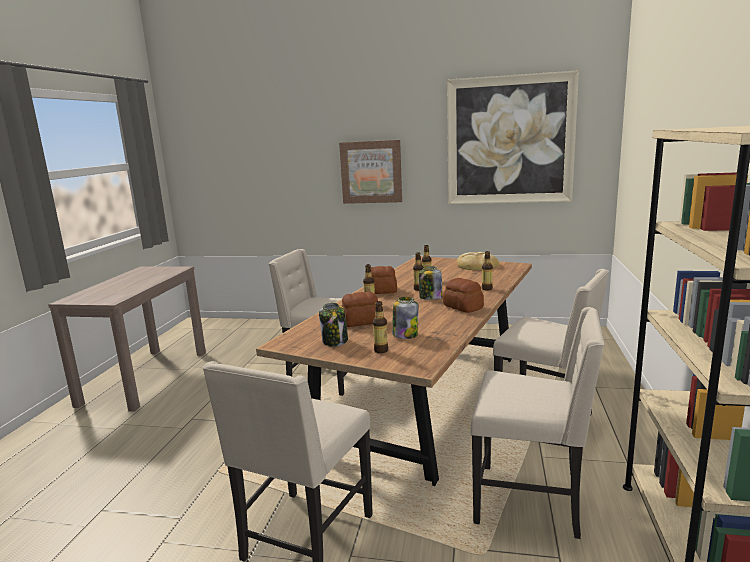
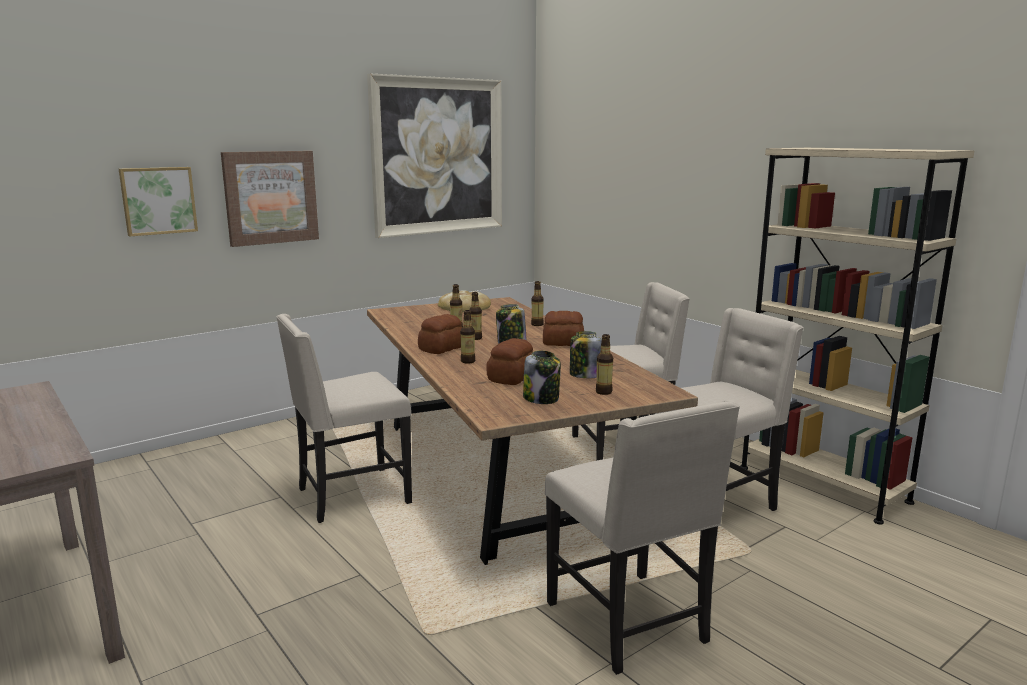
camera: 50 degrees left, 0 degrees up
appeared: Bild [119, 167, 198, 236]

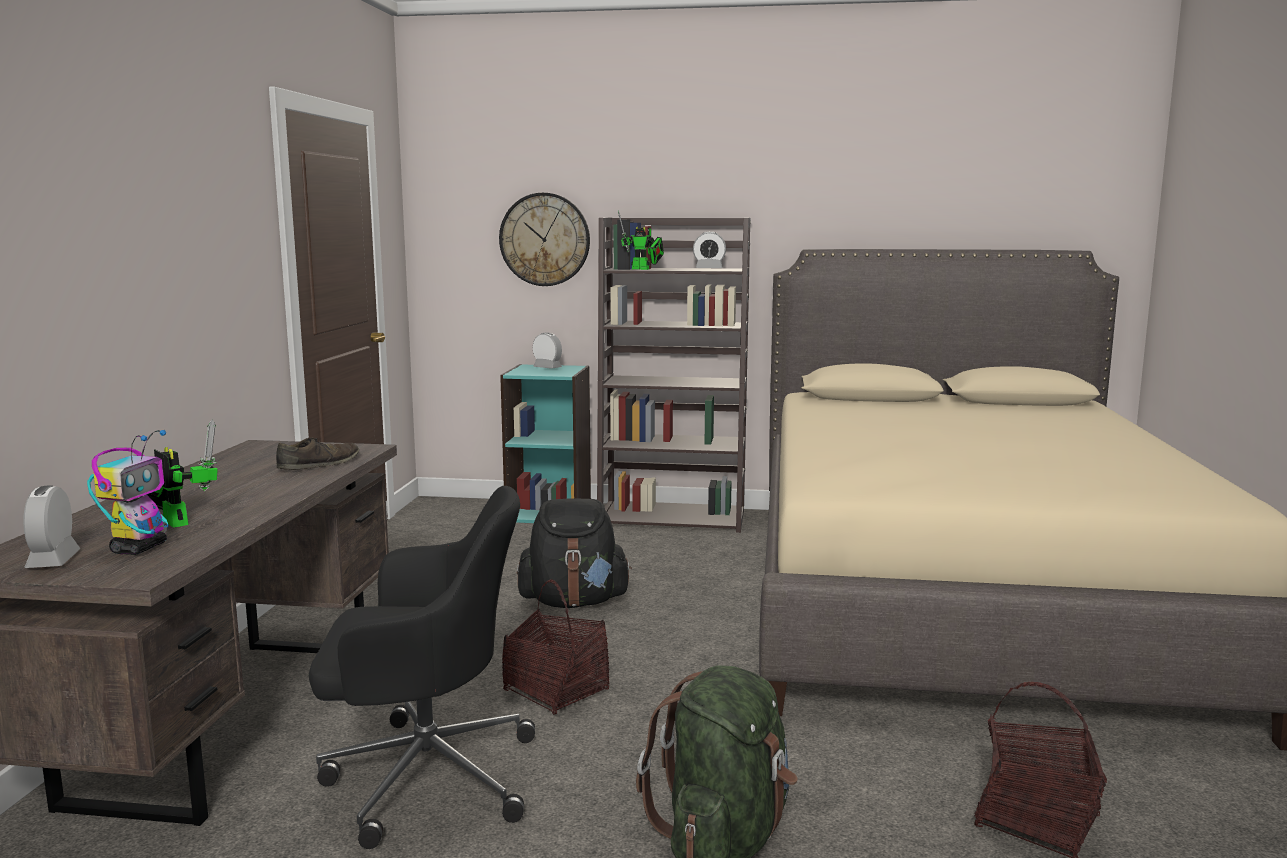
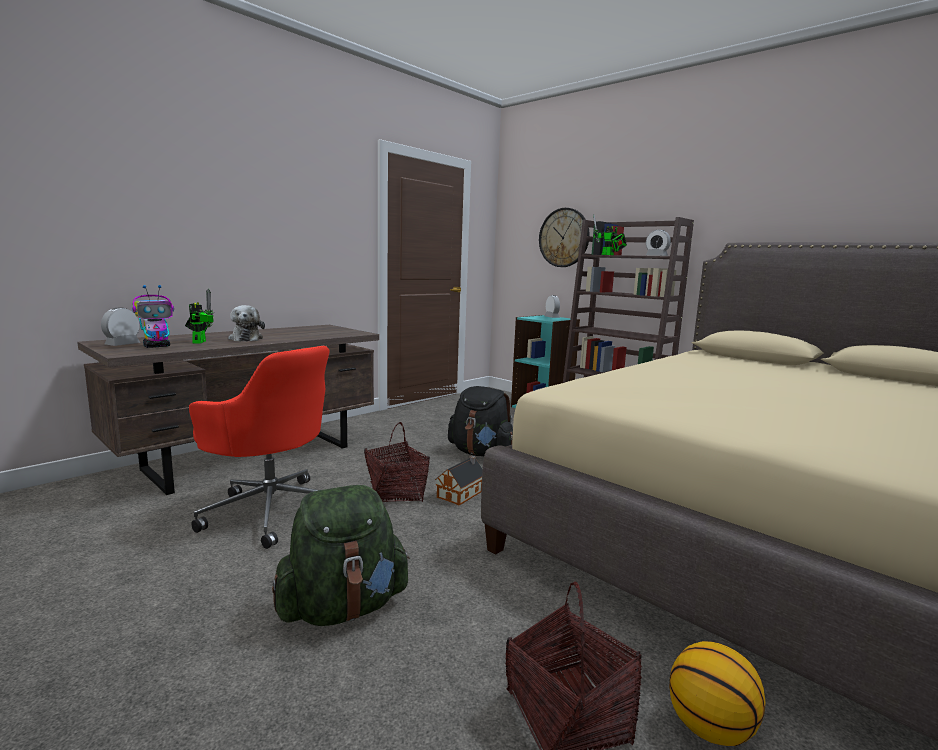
camera: 35 degrees right, 0 degrees up
missing: Schuh [braun] [276, 437, 359, 470]
appeared: Plüschtier [228, 305, 265, 342]; Spielzeughaus [435, 456, 483, 505]; Basketball [669, 641, 765, 746]
colour: Bürostuhl [schwarz] [309, 486, 535, 849] to Bürostuhl [rot] [189, 346, 329, 549]

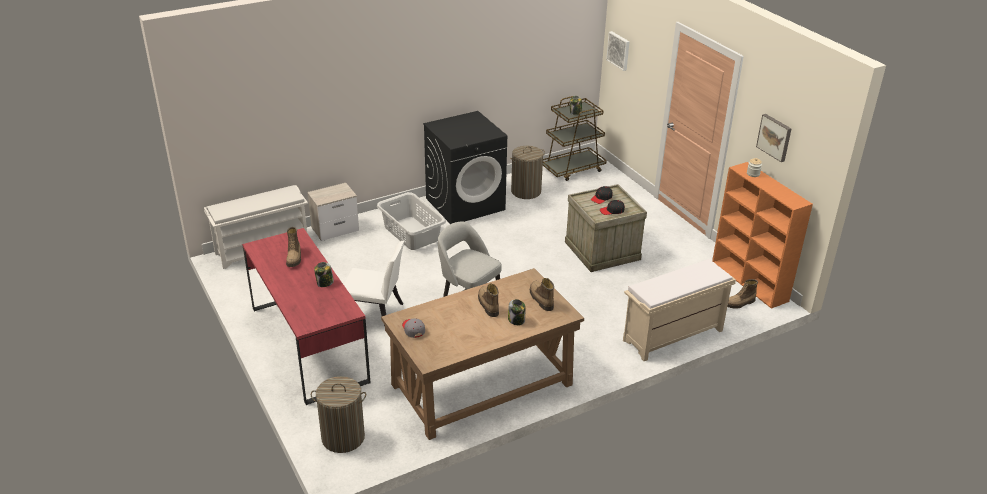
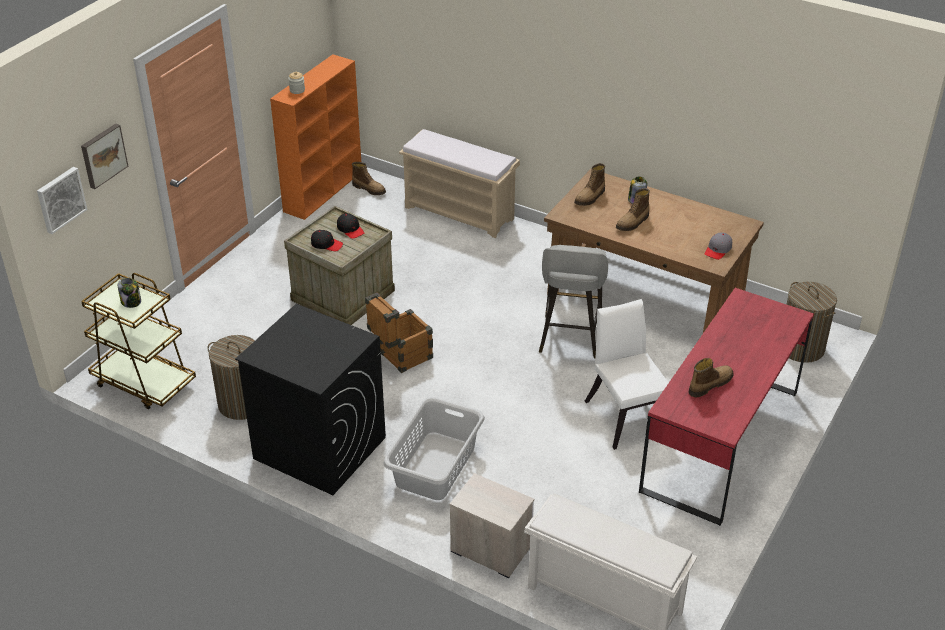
camera: 120 degrees left, 5 degrees up
missing: Vorratsglas [314, 262, 334, 287]
appeared: Kiste [365, 293, 433, 373]
relocated: Bild [756, 114, 792, 162] to [81, 124, 128, 189]

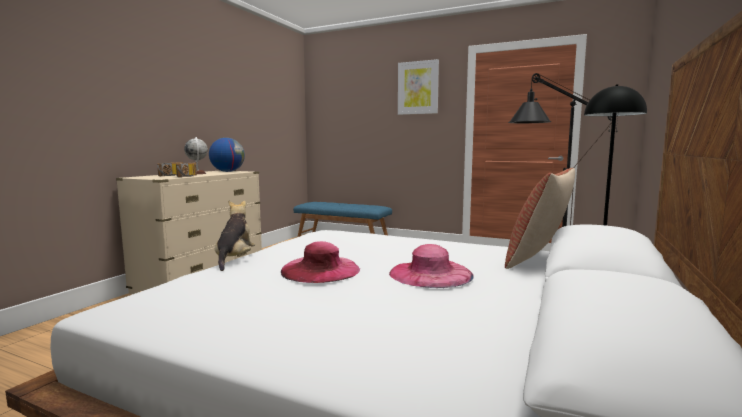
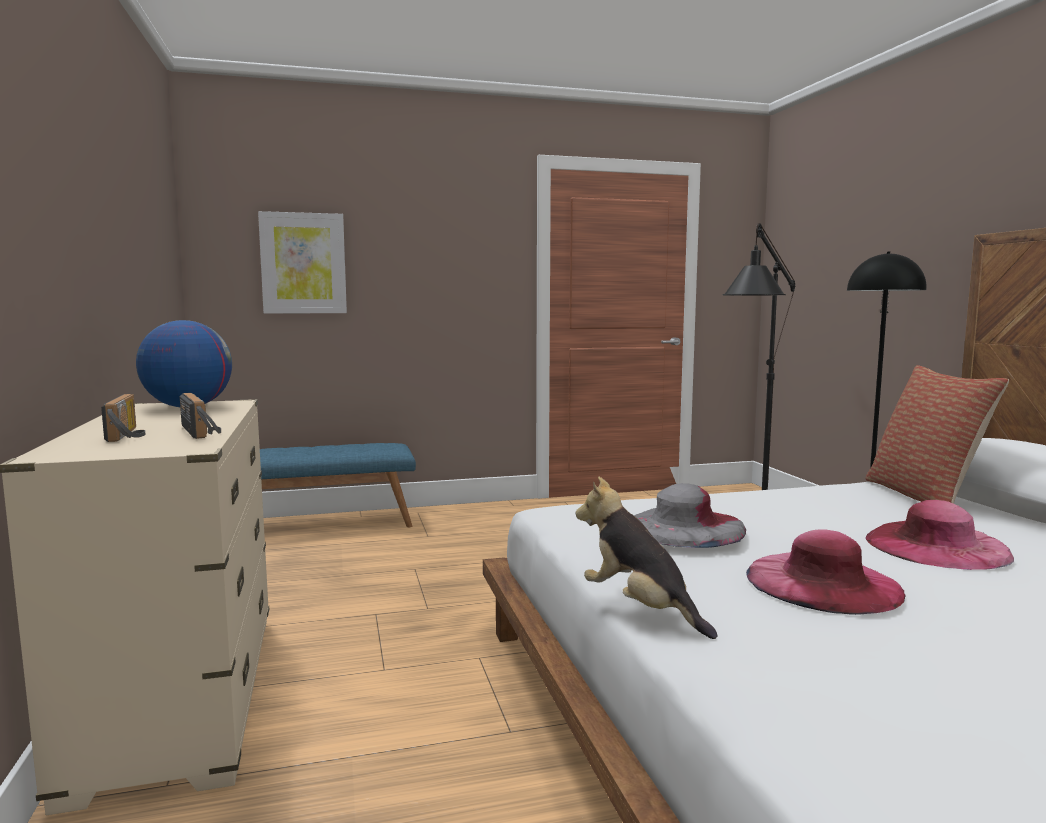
camera: 40 degrees left, 0 degrees up
missing: Globus [184, 137, 208, 174]
appeared: Hut [grau] [634, 483, 746, 548]
relocated: Bild [398, 59, 439, 115] to [258, 211, 347, 314]

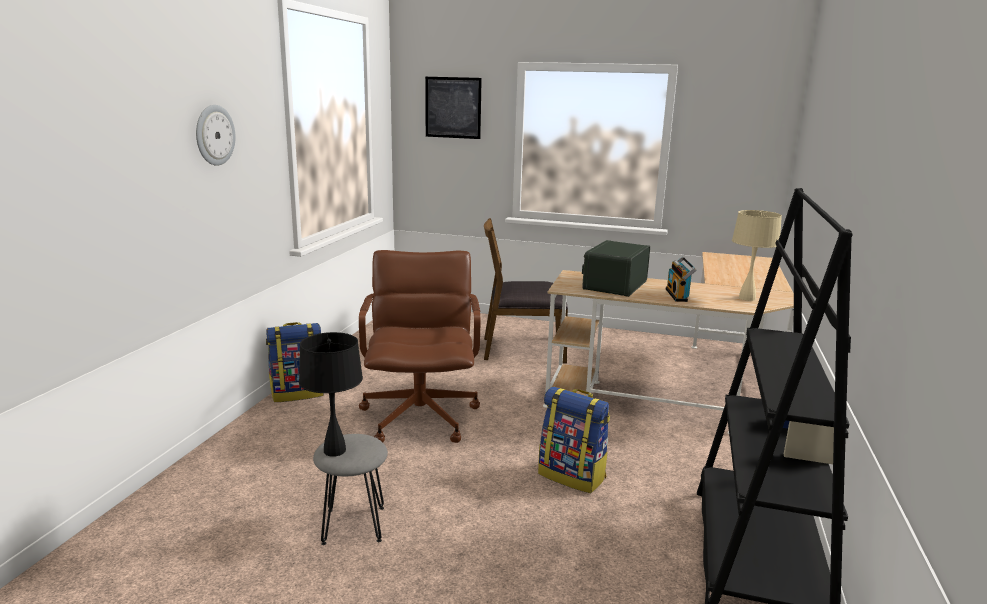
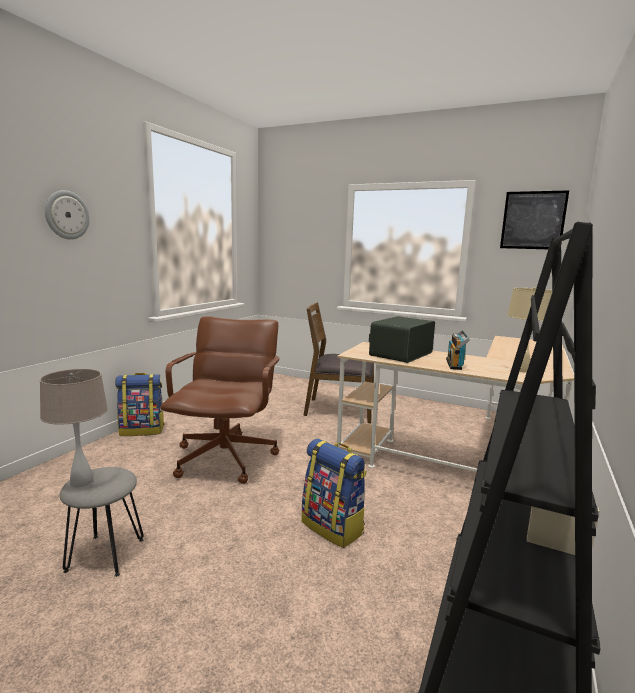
camera: 10 degrees right, 5 degrees down
relocated: Bild [425, 77, 482, 139] to [500, 190, 569, 249]
colour: Tischlampe [schwarz] [299, 332, 363, 457] to Tischlampe [beige] [39, 369, 108, 487]

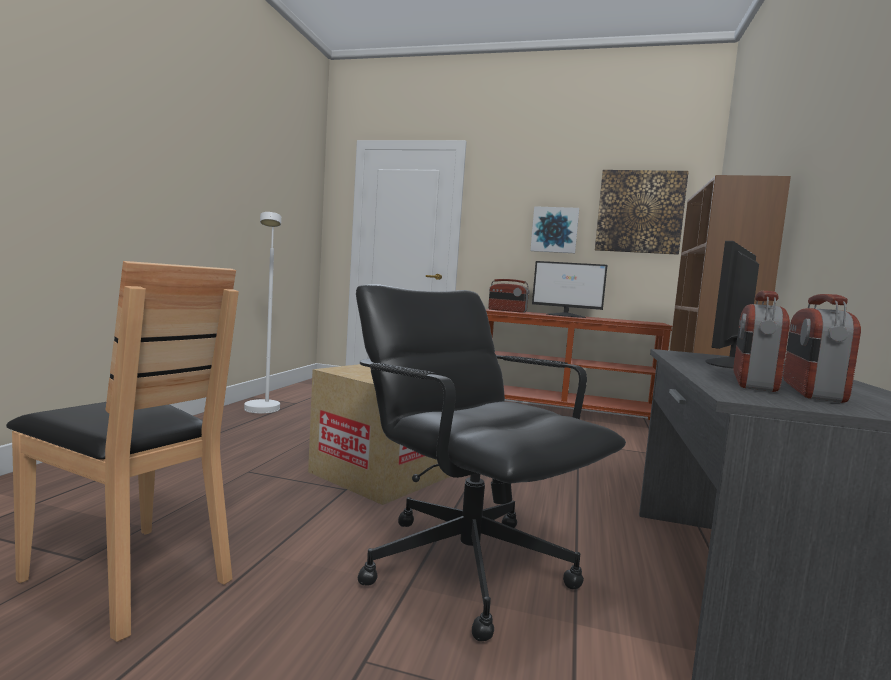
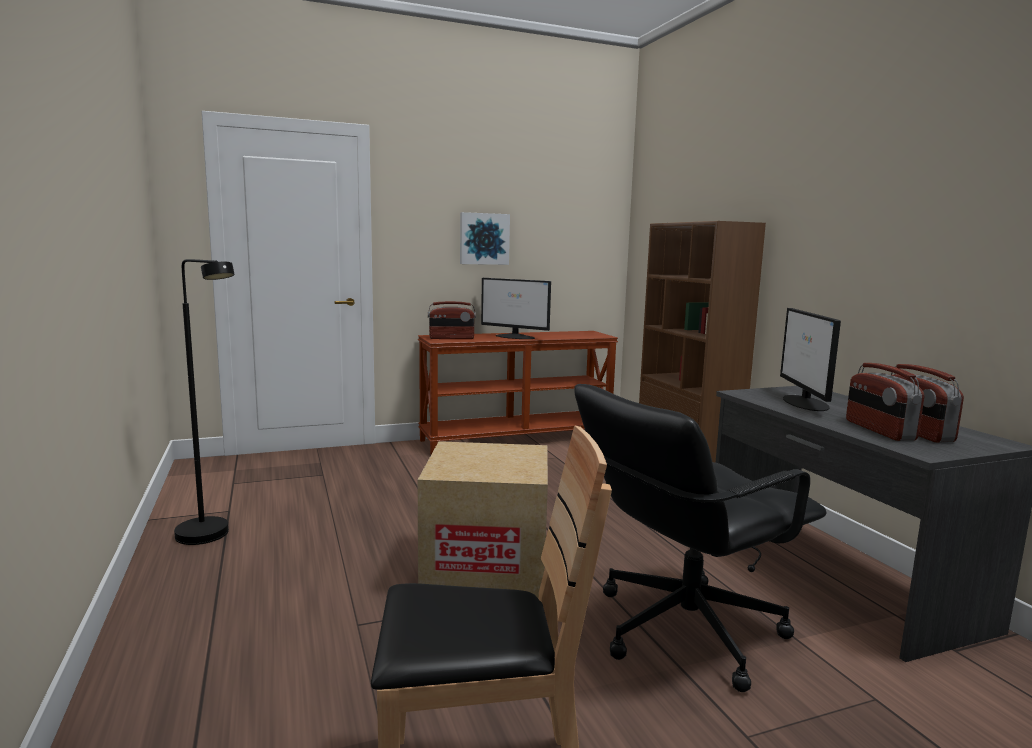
camera: 35 degrees left, 5 degrees up
missing: Bild [595, 170, 689, 255]
colour: Stehlampe [weiß] [244, 212, 281, 413] to Stehlampe [schwarz] [174, 259, 235, 545]
spun: Monitor [532, 261, 607, 318] = [481, 278, 551, 339] 45 degrees clockwise; Bürostuhl [schwarz] [356, 284, 626, 641] = [574, 384, 827, 692] 45 degrees counterclockwise

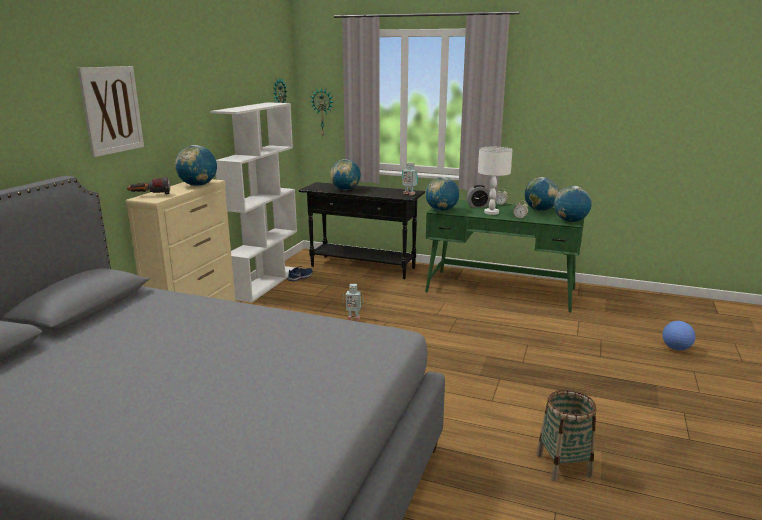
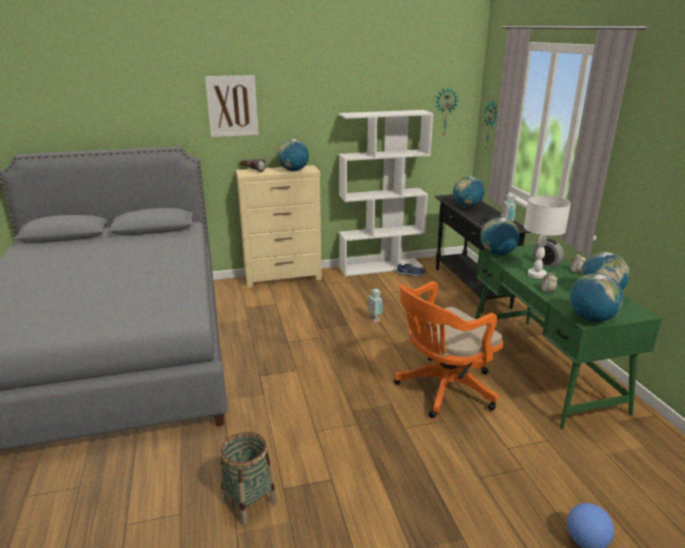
camera: 55 degrees right, 5 degrees up
appeared: Bürostuhl [orange] [394, 281, 504, 418]

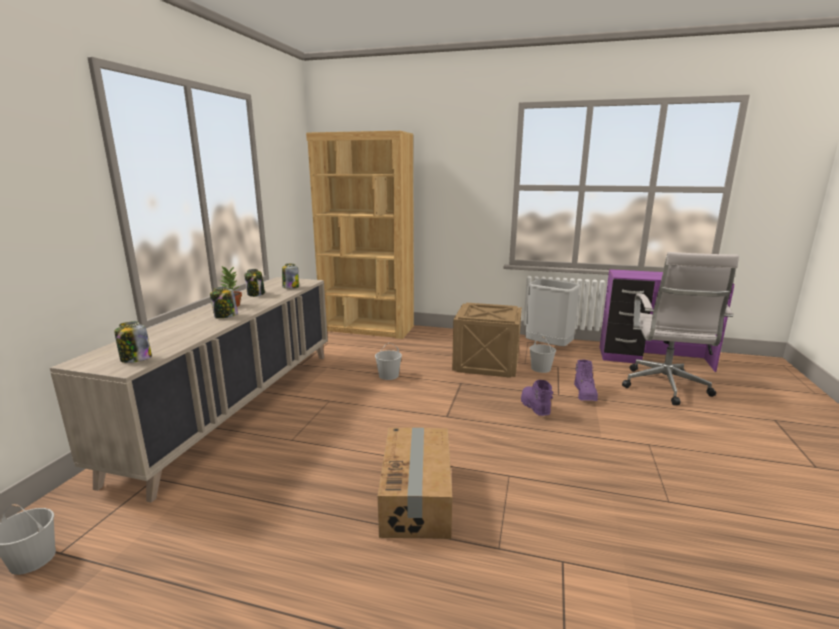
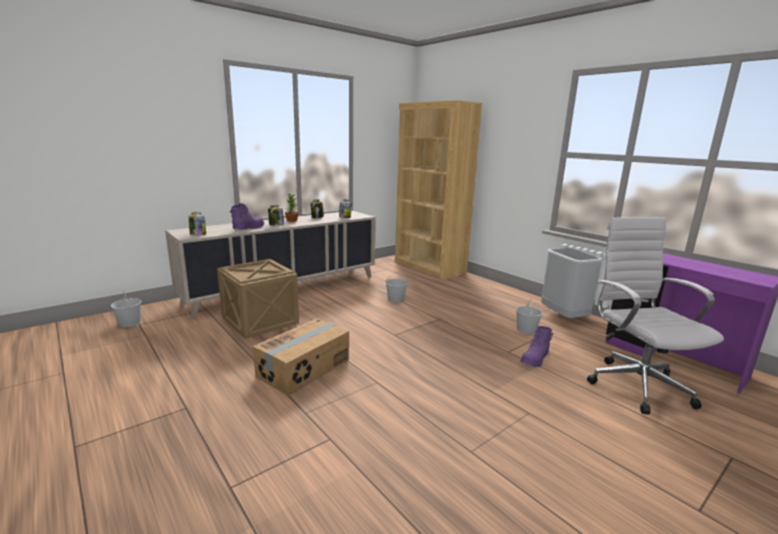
camera: 35 degrees right, 0 degrees up
relocated: Kiste [452, 303, 522, 378] to [217, 259, 299, 339]; Stiefel [lila] [521, 380, 553, 416] to [230, 203, 264, 230]
spun: Bürostuhl [weiß] [622, 252, 739, 405] = [587, 217, 724, 414] 120 degrees clockwise

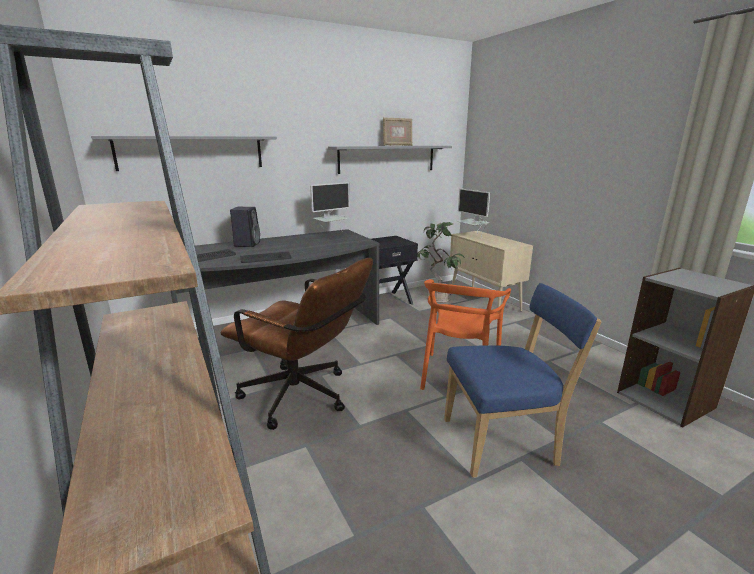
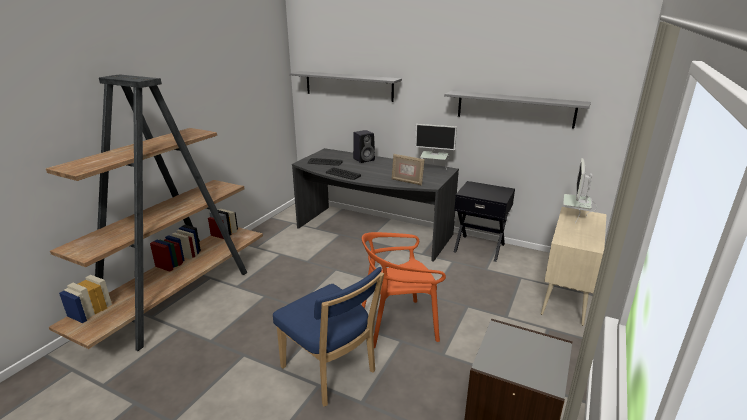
camera: 55 degrees right, 5 degrees up
missing: Topfpflanze [417, 222, 465, 303]; Bürostuhl [braun] [220, 258, 373, 430]
relocated: Bilderrahmen [383, 117, 412, 146] to [391, 154, 425, 186]

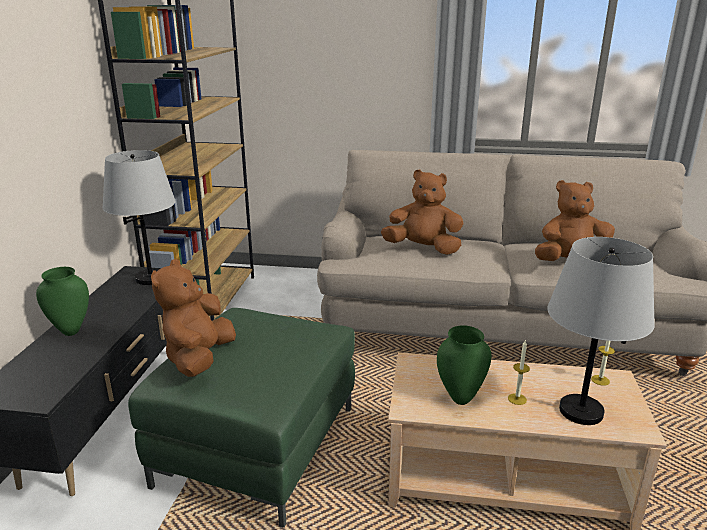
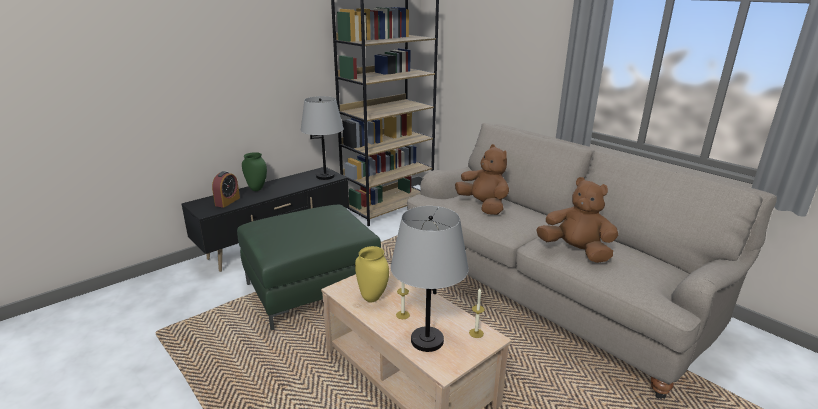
camera: 40 degrees right, 0 degrees up
missing: Plüschtier [braun] [151, 259, 236, 377]
appeared: Wecker [212, 171, 240, 208]
colour: Vase [grün] [437, 325, 491, 405] to Vase [gelb] [355, 246, 389, 303]

